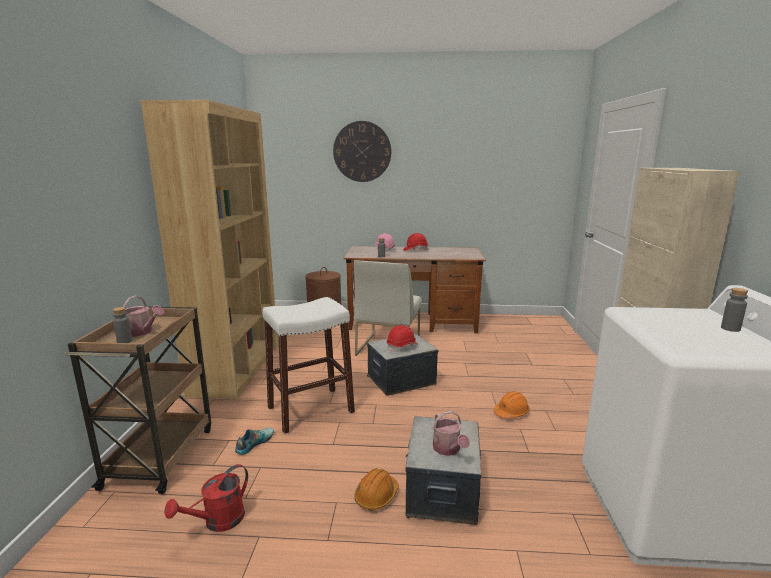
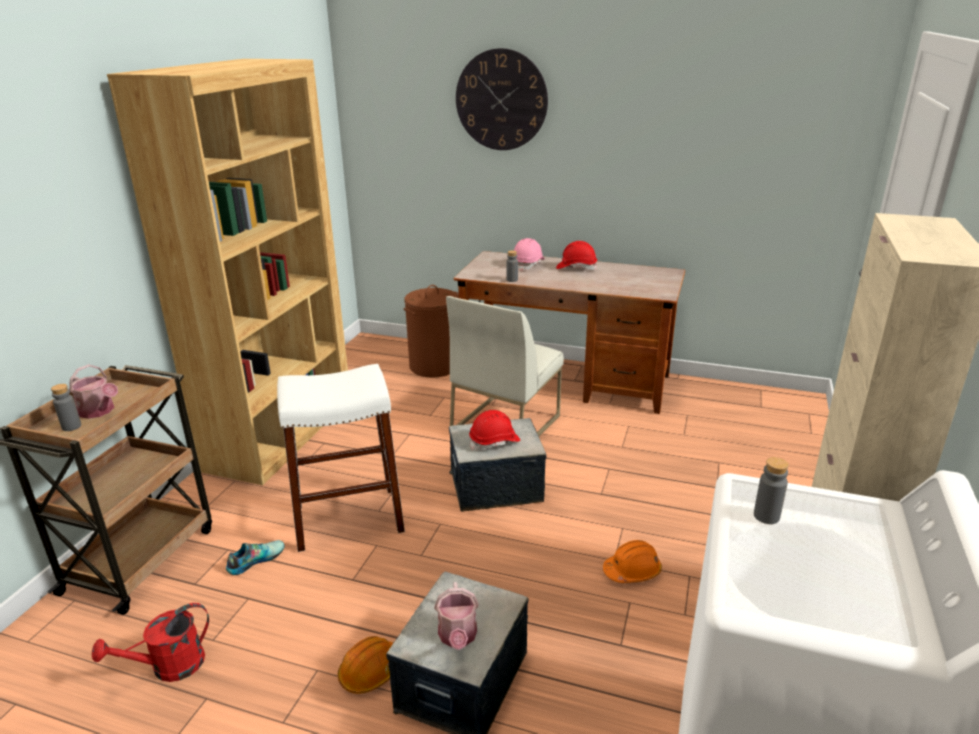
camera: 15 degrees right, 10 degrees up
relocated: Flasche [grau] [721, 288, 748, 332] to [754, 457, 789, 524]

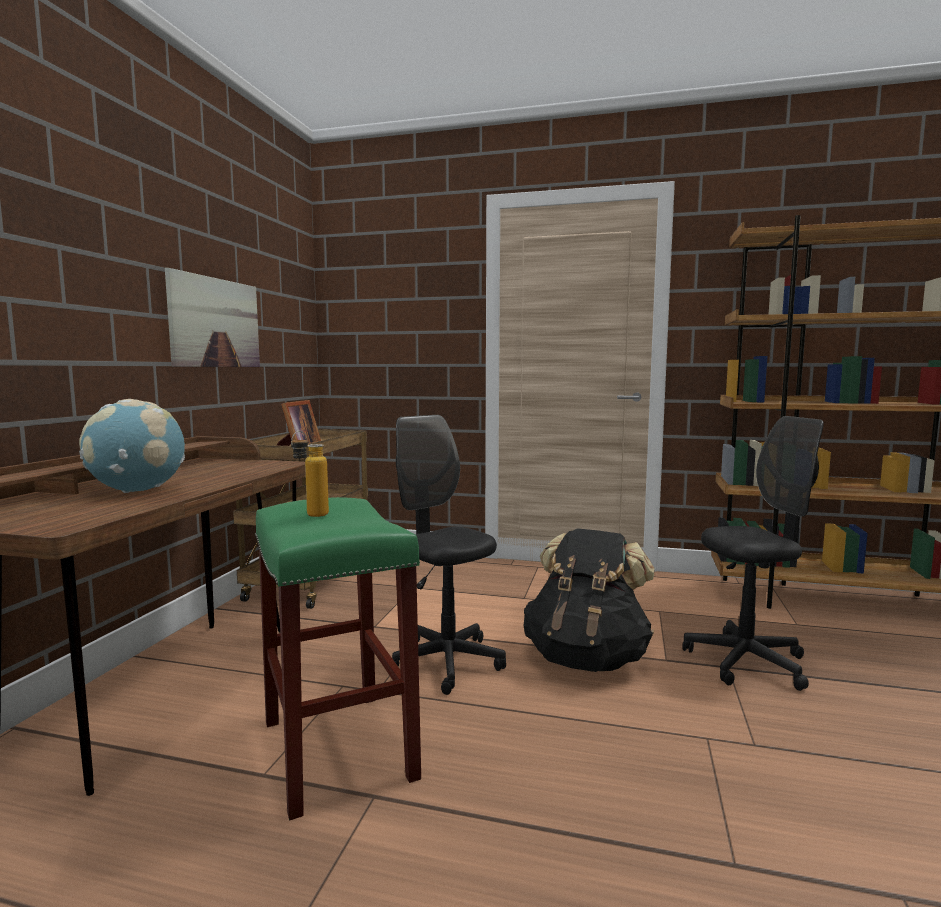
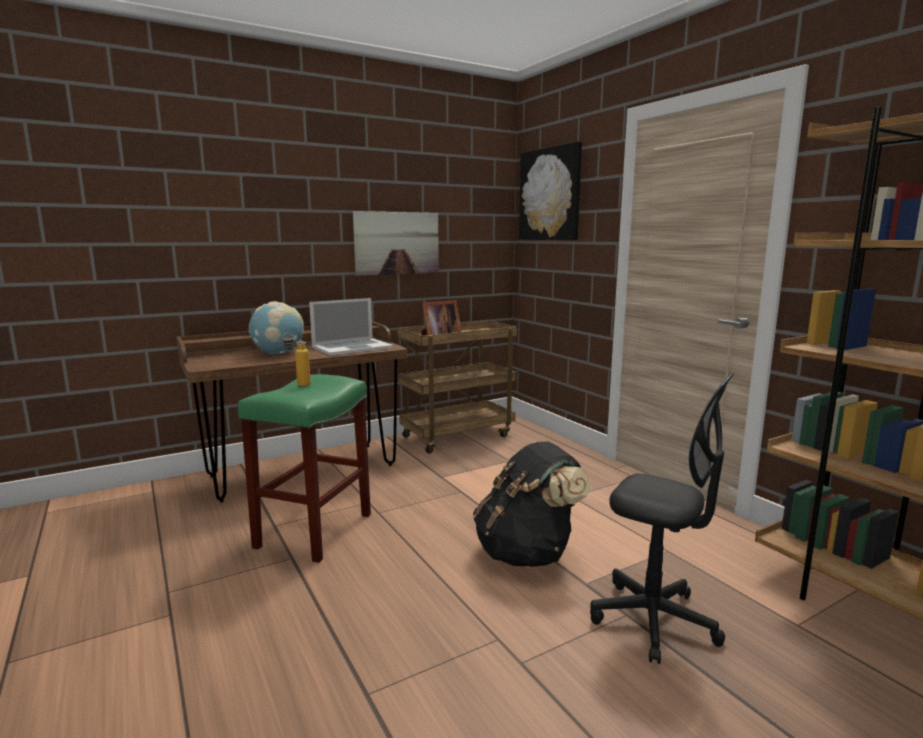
camera: 45 degrees right, 5 degrees up
missing: Bürostuhl [schwarz] [392, 415, 506, 695]
appeared: Bild [519, 141, 582, 240]; Laptop [309, 298, 393, 355]

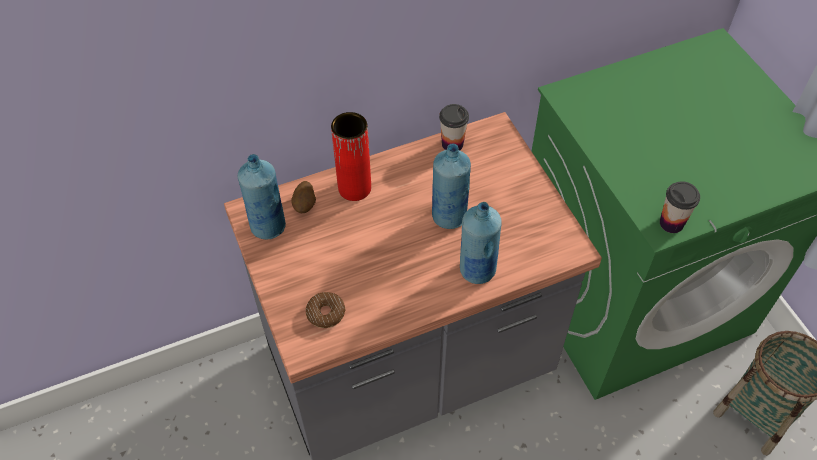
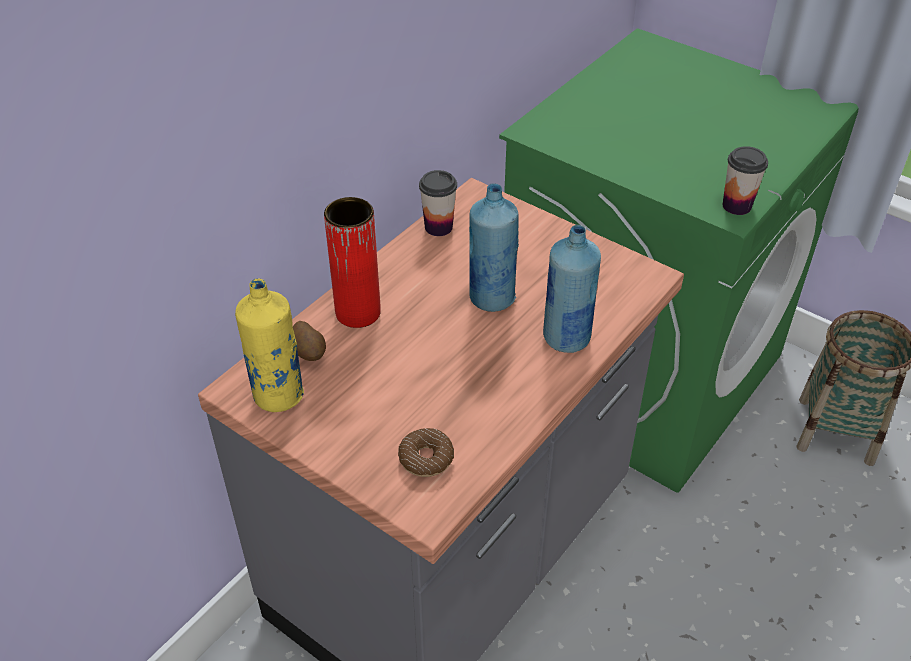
camera: 30 degrees left, 10 degrees down
colour: Flasche [blau] [238, 154, 286, 240] to Flasche [gelb] [235, 278, 304, 412]

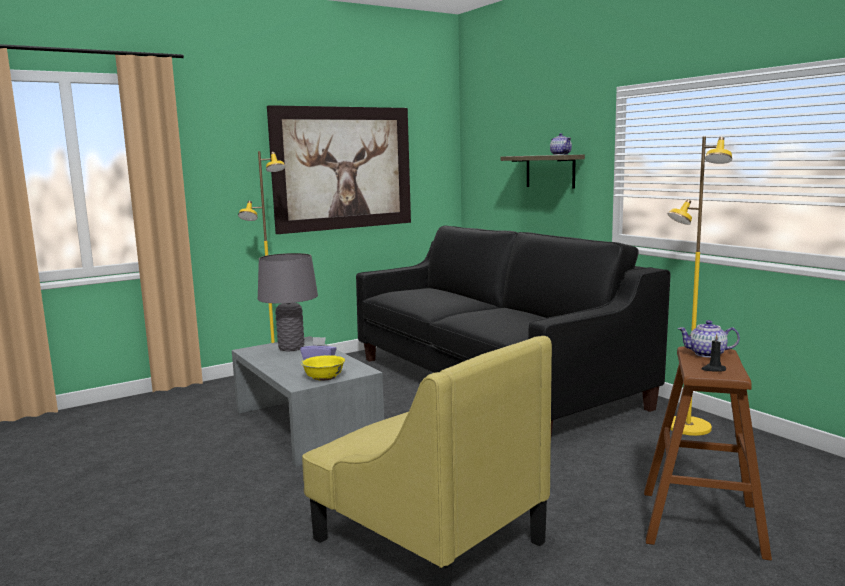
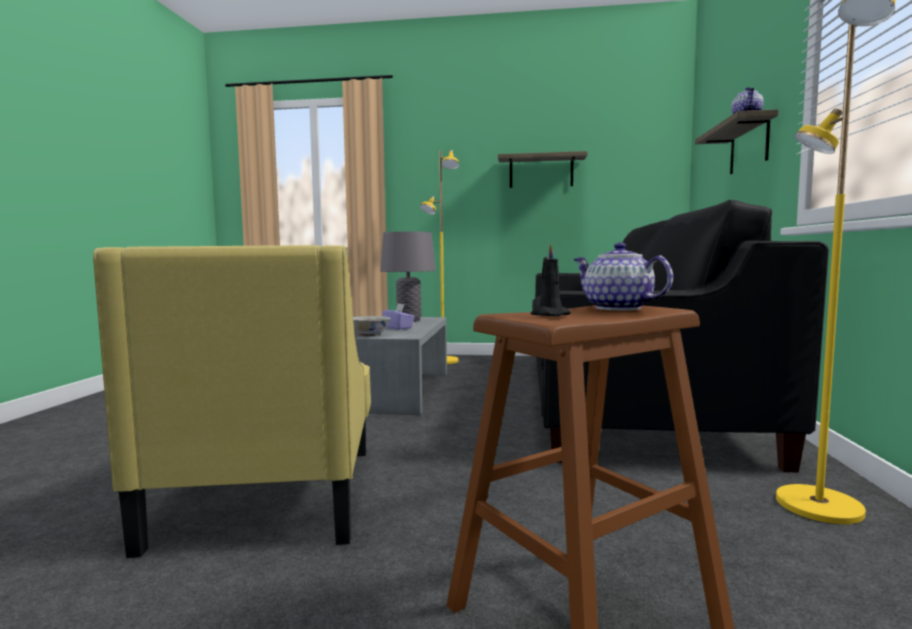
camera: 40 degrees right, 5 degrees down
exchanged: Bild [267, 105, 411, 234] to Wandregal [498, 151, 588, 188]
colour: Schüssel [gelb] [301, 355, 345, 381] to Schüssel [weiß] [353, 316, 391, 336]

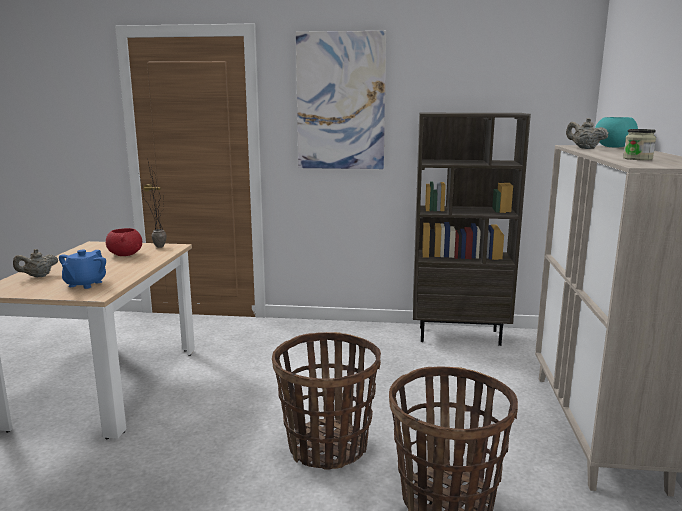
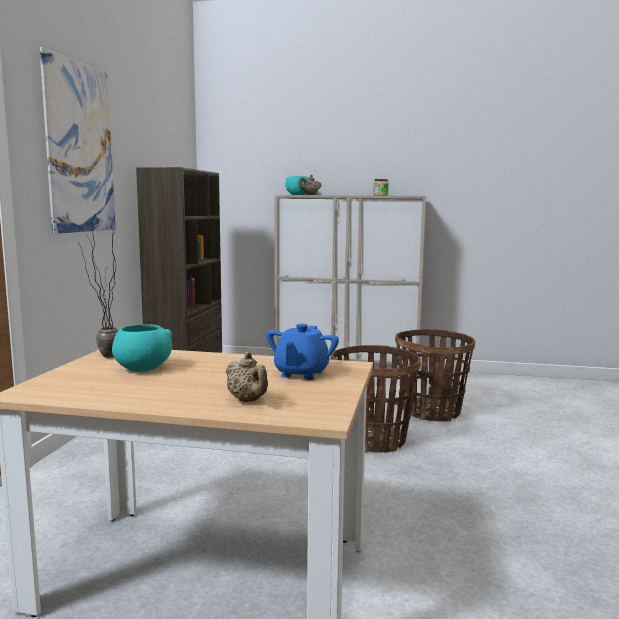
camera: 85 degrees left, 5 degrees down
colour: Schüssel [rot] [106, 228, 142, 256] to Schüssel [türkis] [112, 324, 172, 372]
spun: Teekanne [blau] [59, 250, 106, 289] = [266, 324, 339, 380] 90 degrees clockwise

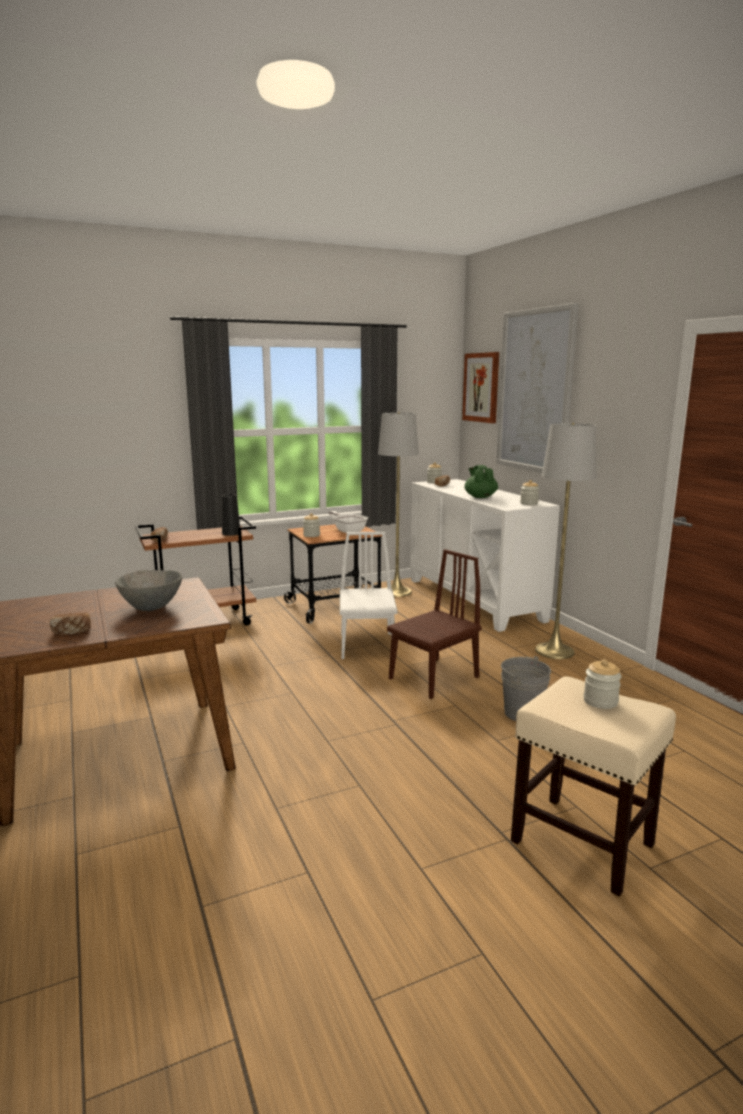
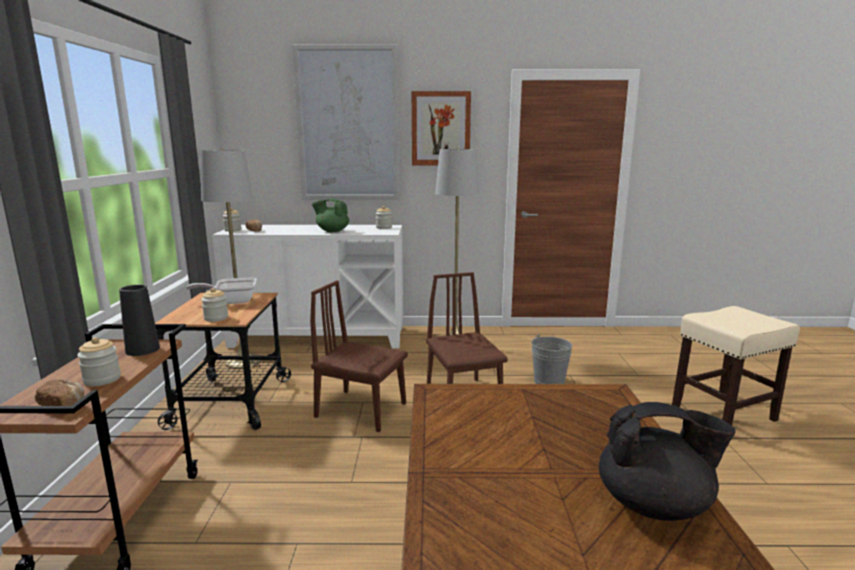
camera: 65 degrees left, 0 degrees up
missing: Schüssel [grau] [115, 570, 182, 611]
relocated: Bild [462, 352, 499, 423] to [412, 91, 471, 165]; Vorratsglas [583, 659, 621, 709] to [77, 337, 121, 386]
exchanged: Brot [50, 613, 91, 635] to Teekanne [schwarz] [599, 402, 736, 521]
colour: Stuhl [weiß] [340, 532, 397, 659] to Stuhl [braun] [310, 280, 408, 432]

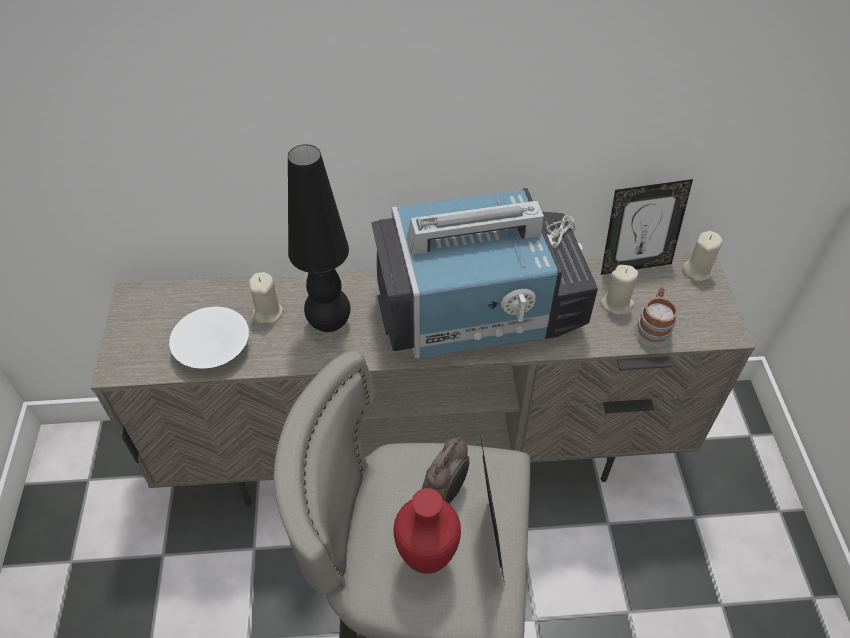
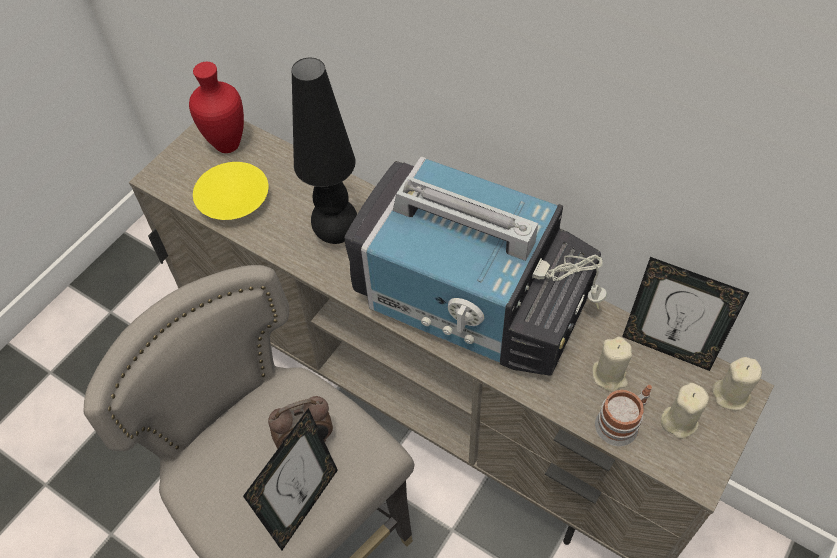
camera: 40 degrees right, 5 degrees up
relocated: Kerze [beige] [249, 272, 283, 324] to [661, 383, 709, 439]; Vase [rot] [394, 488, 461, 574] to [189, 62, 244, 153]
colour: Schüssel [weiß] [169, 307, 249, 369] to Schüssel [gelb] [193, 162, 269, 220]

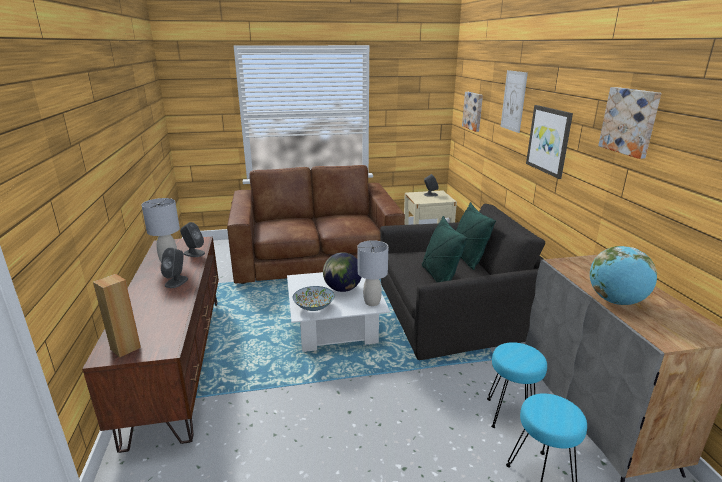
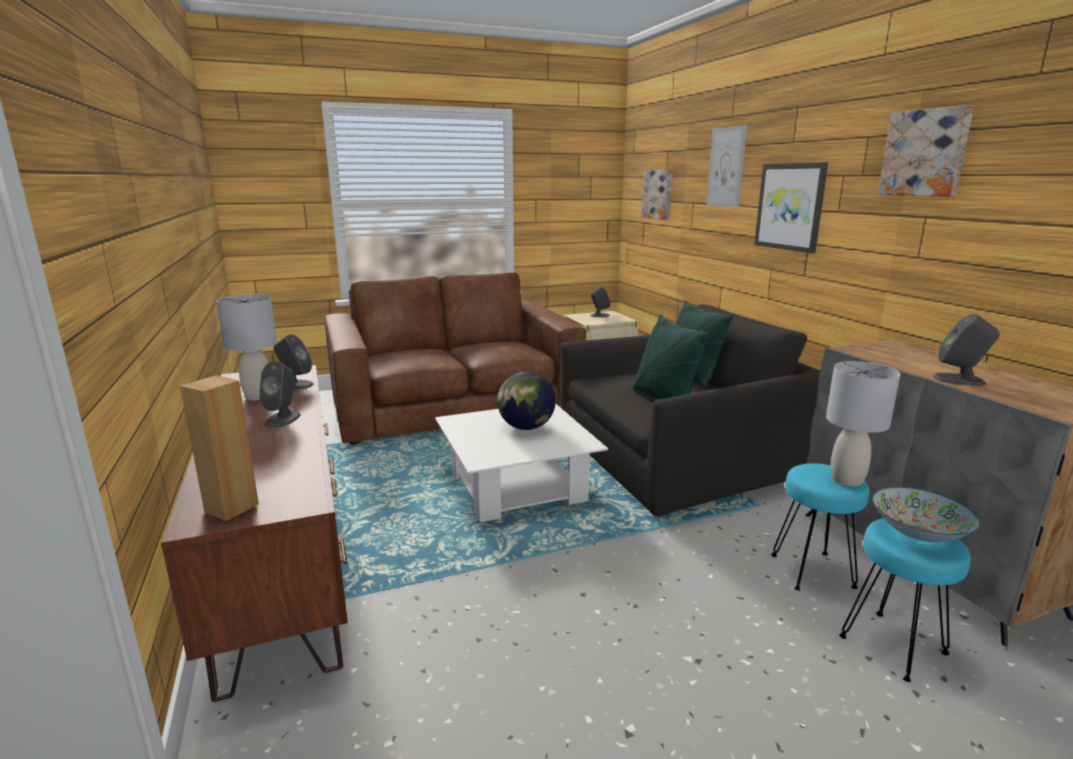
camera: 10 degrees left, 5 degrees down
relocated: Tischlampe [grau] [357, 240, 388, 306] to [826, 361, 900, 487]; Schüssel [293, 286, 335, 311] to [873, 487, 980, 542]
exchanged: Globus [590, 246, 657, 305] to Lautsprecher [grau] [933, 314, 1000, 386]

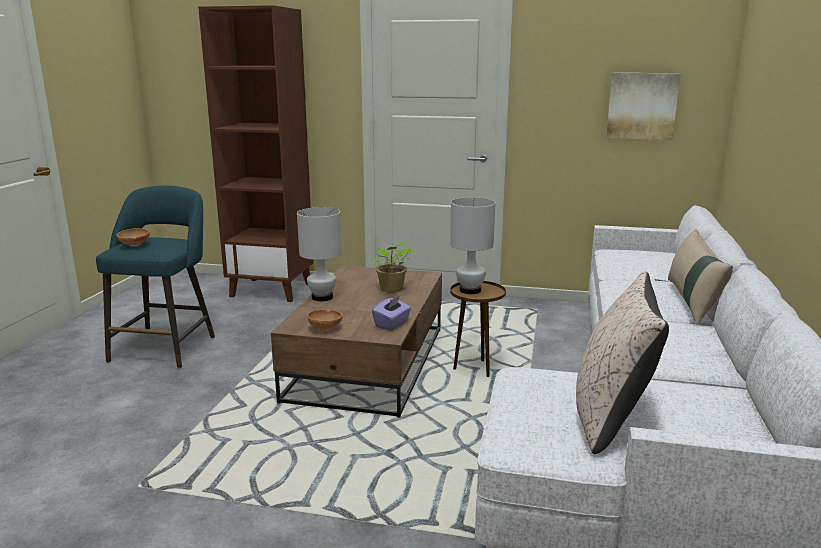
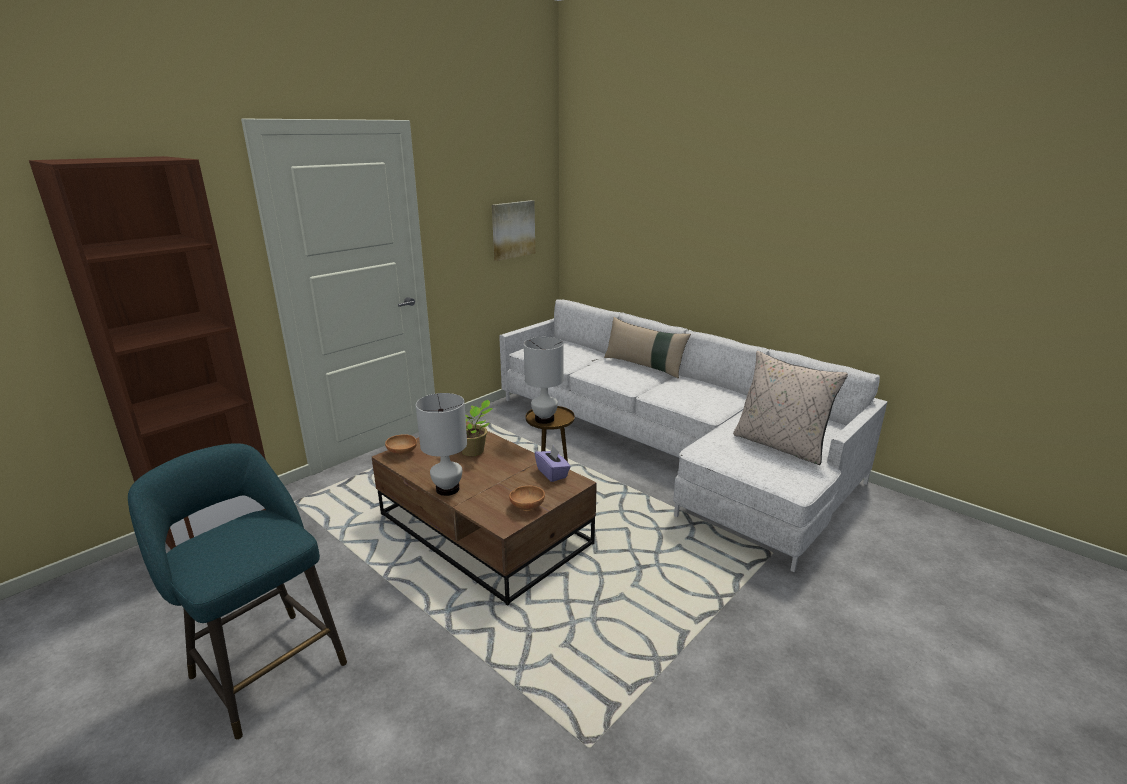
camera: 60 degrees left, 5 degrees up
relocated: Schüssel [braun] [117, 228, 150, 246] to [385, 434, 417, 455]

